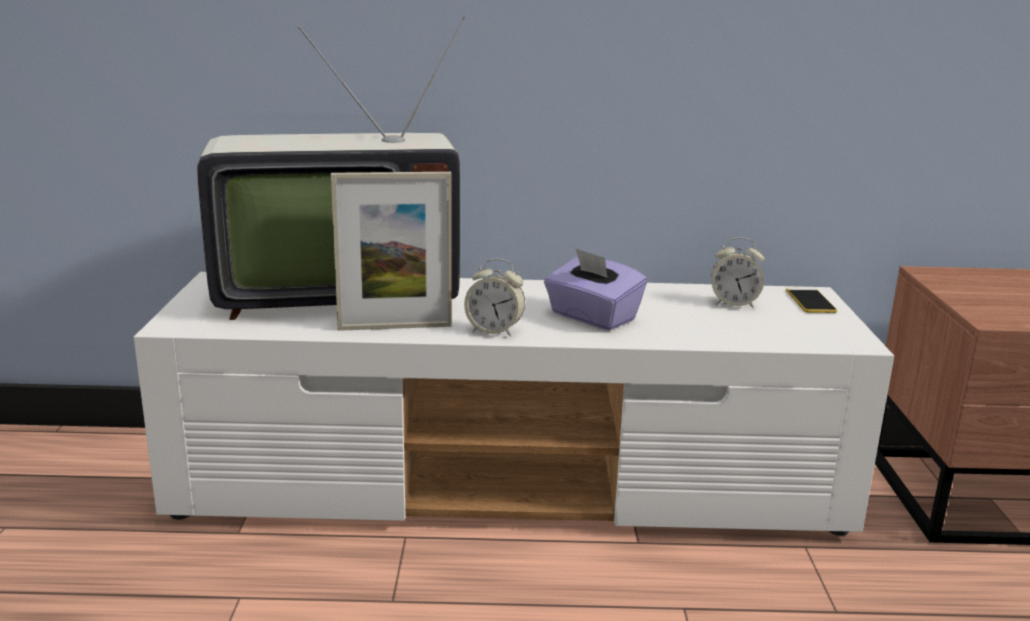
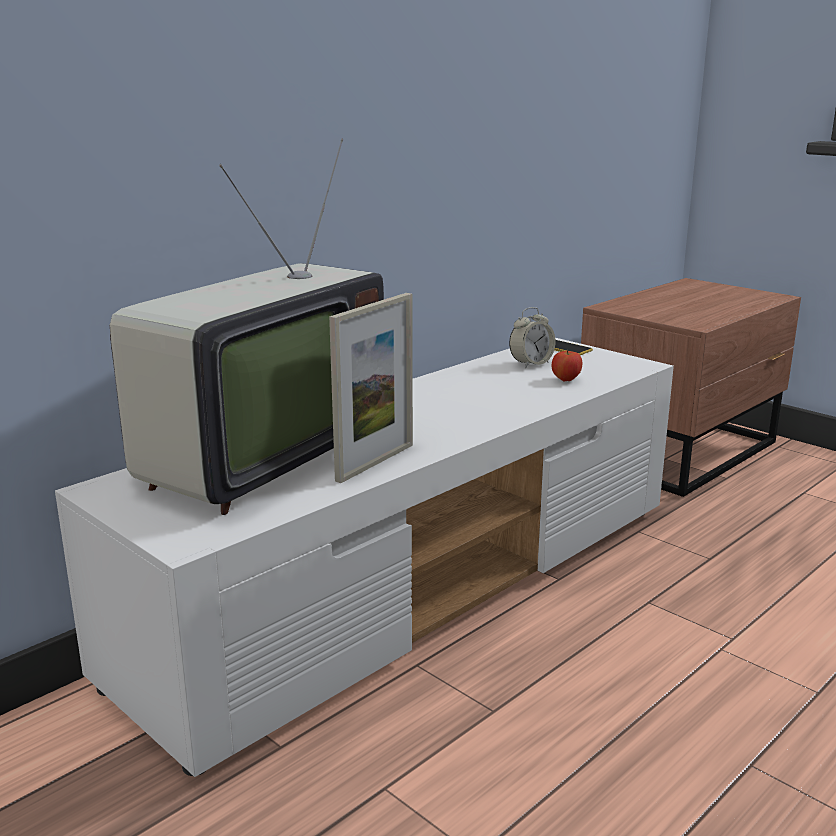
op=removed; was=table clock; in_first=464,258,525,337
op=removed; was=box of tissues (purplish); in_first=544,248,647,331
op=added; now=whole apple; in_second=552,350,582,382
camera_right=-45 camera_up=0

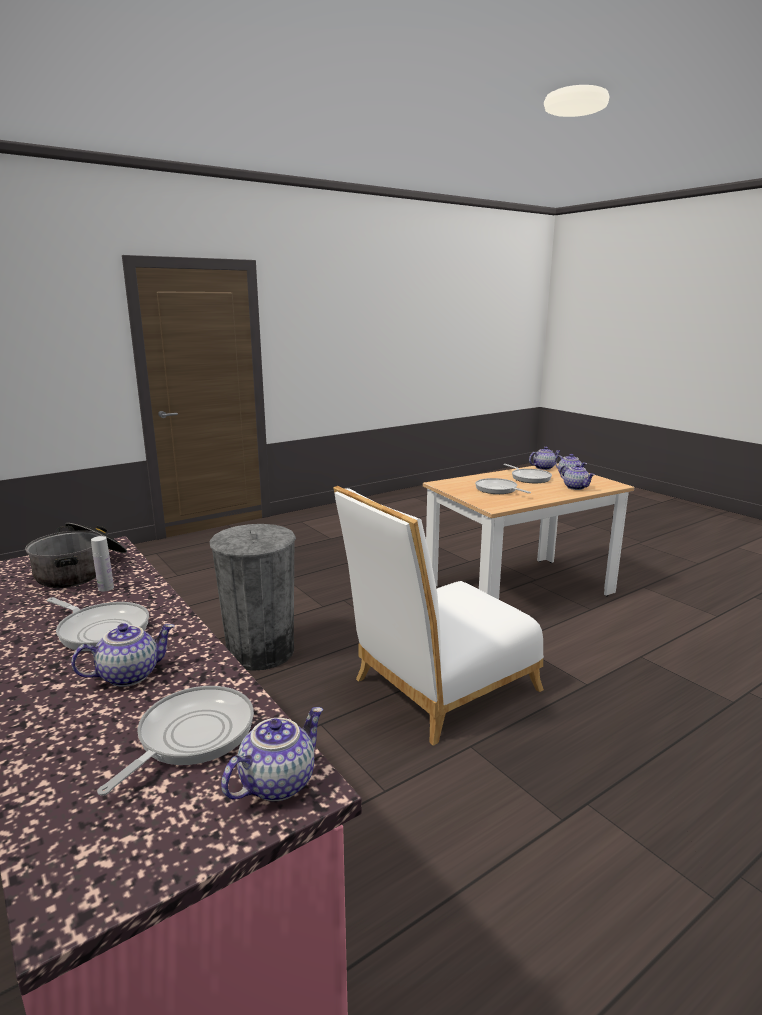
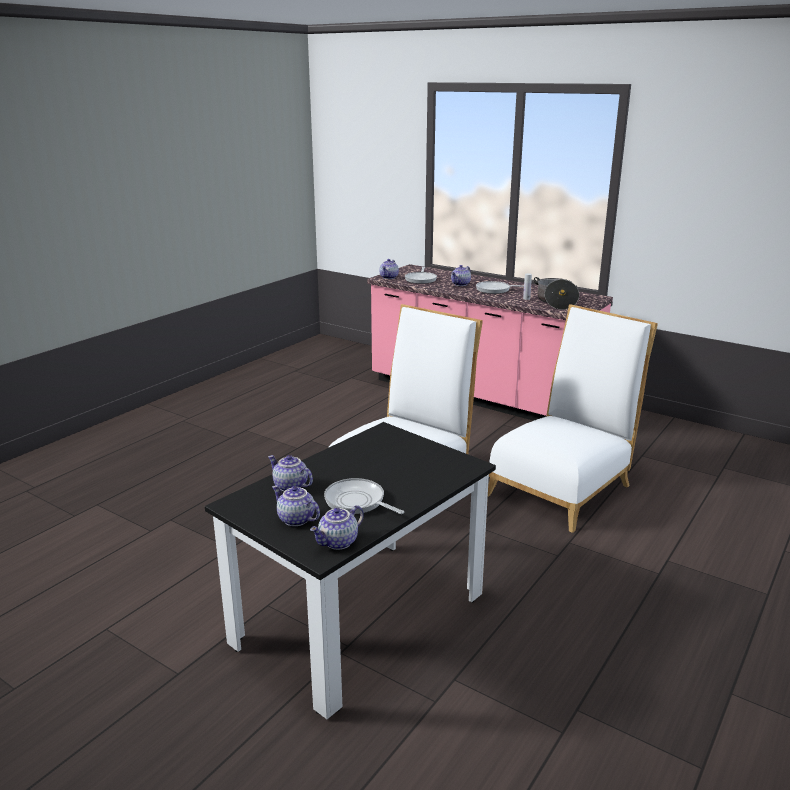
op=replaced; was=waste bin (gray); now=chair (white); in_first=210,524,296,671; in_second=488,304,658,533
op=recoloured; was=kitchen table (beige); now=kitchen table (black-coloured); in_first=423,463,634,599; in_second=205,422,496,719
op=removed; was=frying pan; in_first=475,478,531,494
camera_right=160 camera_up=5

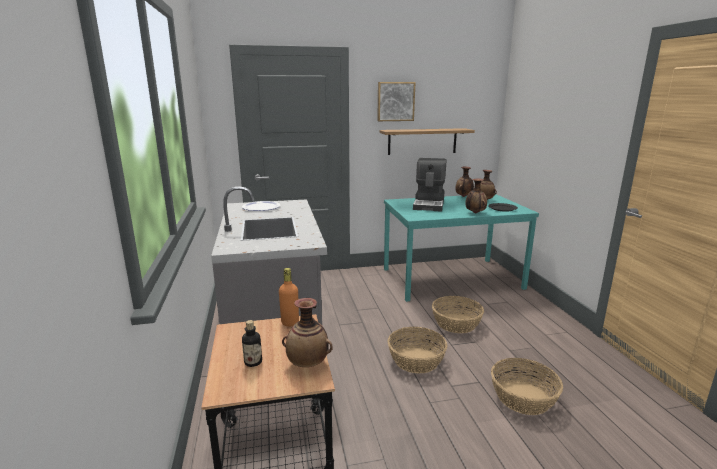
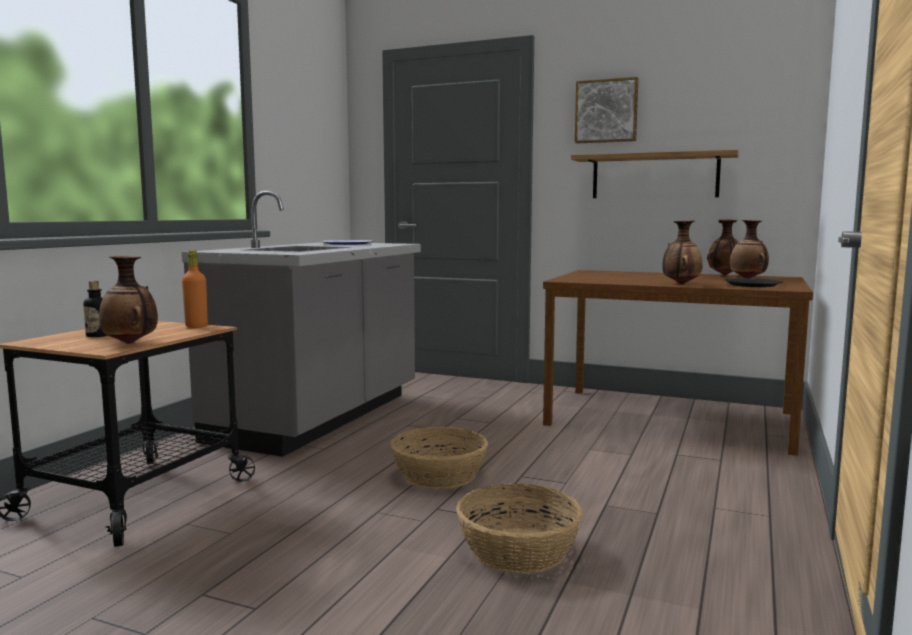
op=recoloured; was=kitchen table (blue-green); now=kitchen table (brown-coloured); in_first=384,194,539,302; in_second=543,270,813,456
op=removed; was=coffee maker; in_first=413,158,446,212
op=removed; was=basket; in_first=432,296,484,333
camera_right=35 camera_up=-10

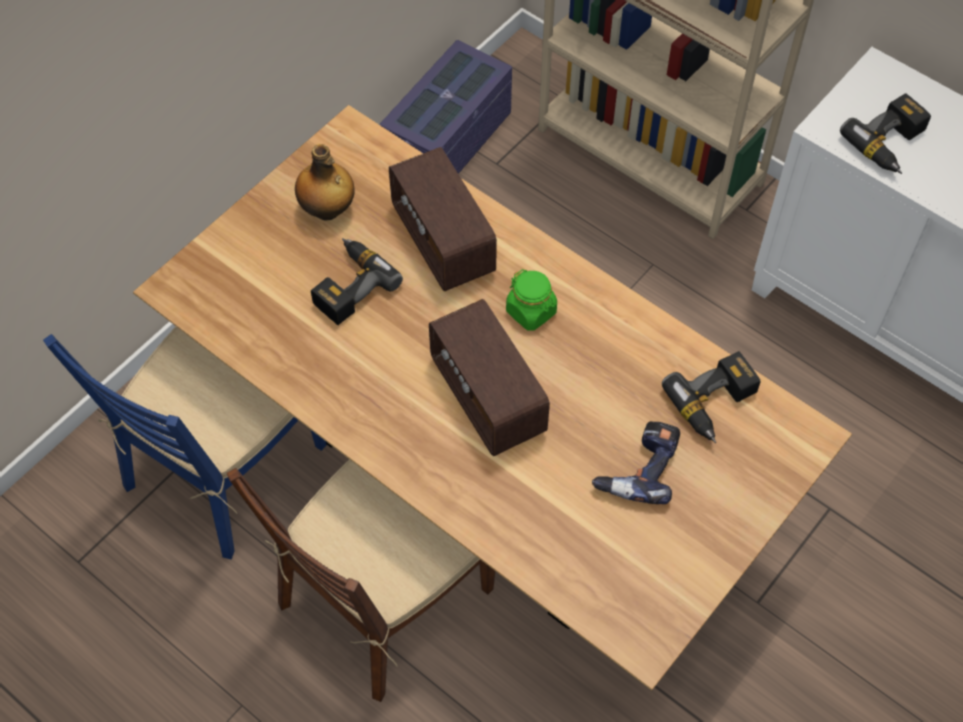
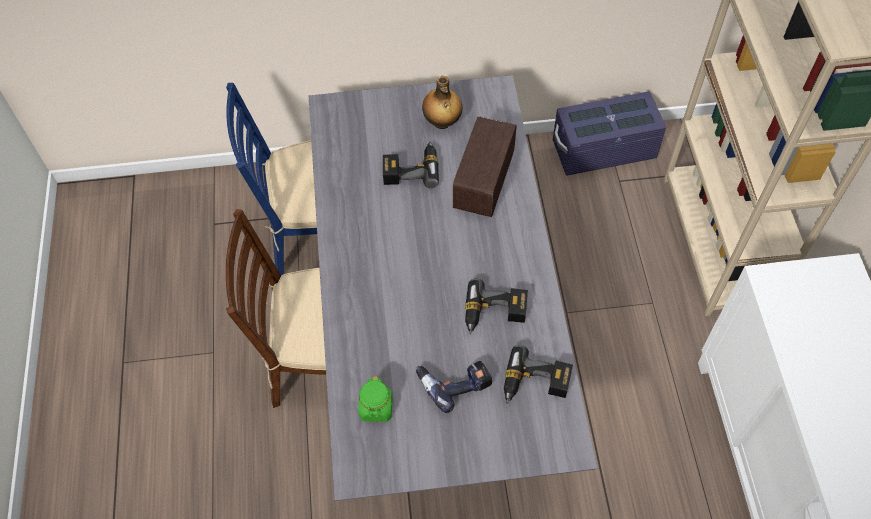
op=recoloured; was=kitchen table (brown-coloured); now=kitchen table (gray); in_first=133,105,852,691; in_second=309,75,598,501
op=removed; was=radio receiver; in_first=429,299,550,456
op=moved; was=jar (greenish); in_first=506,269,557,331; in_second=358,376,393,422
op=moved; was=power drill; in_first=840,93,931,174; in_second=465,279,528,334
camera_right=45 camera_up=0

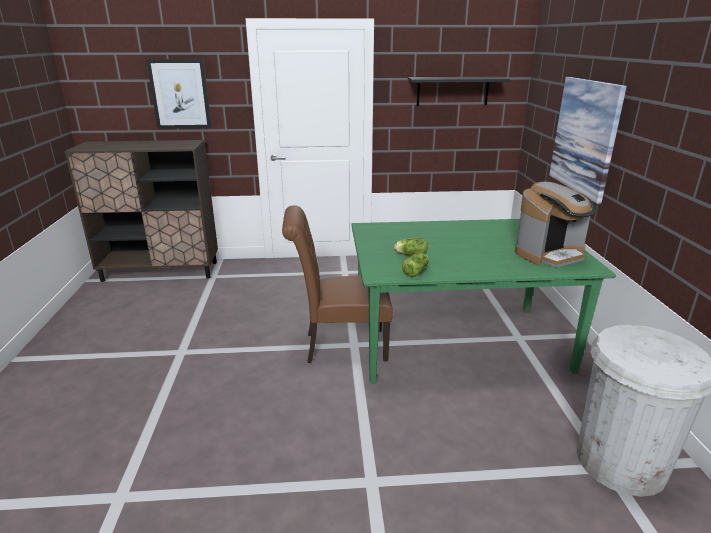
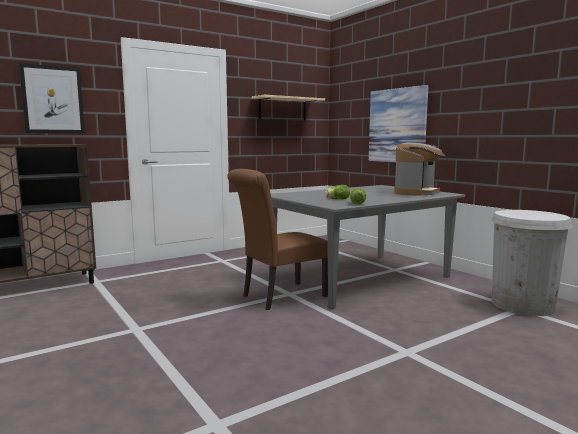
op=recoloured; was=kitchen table (greenish); now=kitchen table (gray); in_first=351,219,616,383; in_second=269,185,465,309
op=recoloured; was=bracket shelf (black-coloured); now=bracket shelf (beige); in_first=408,77,510,106; in_second=252,95,325,120
camera_right=-30 camera_up=-15

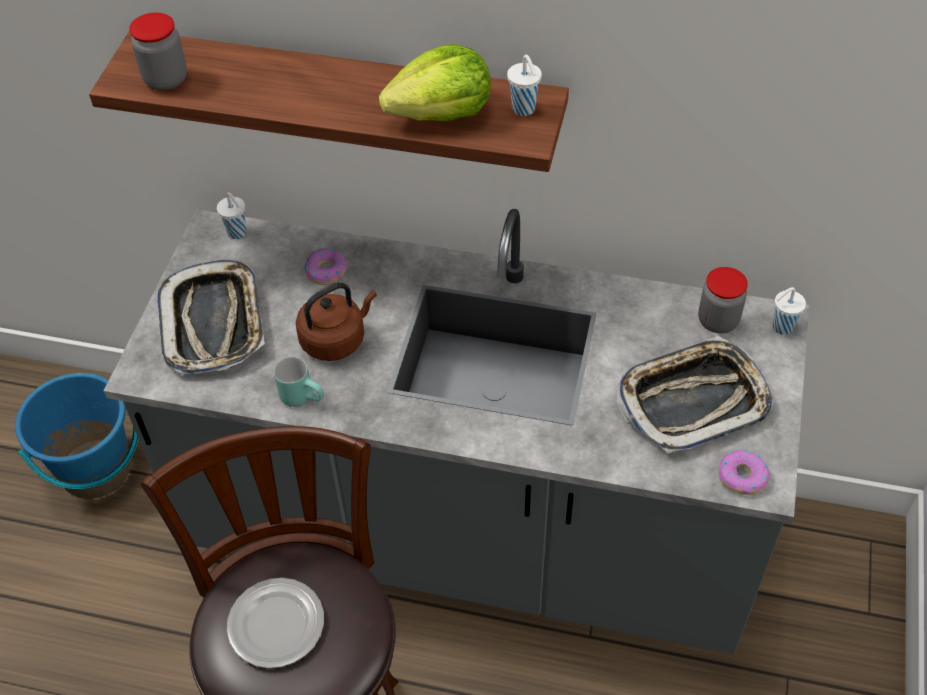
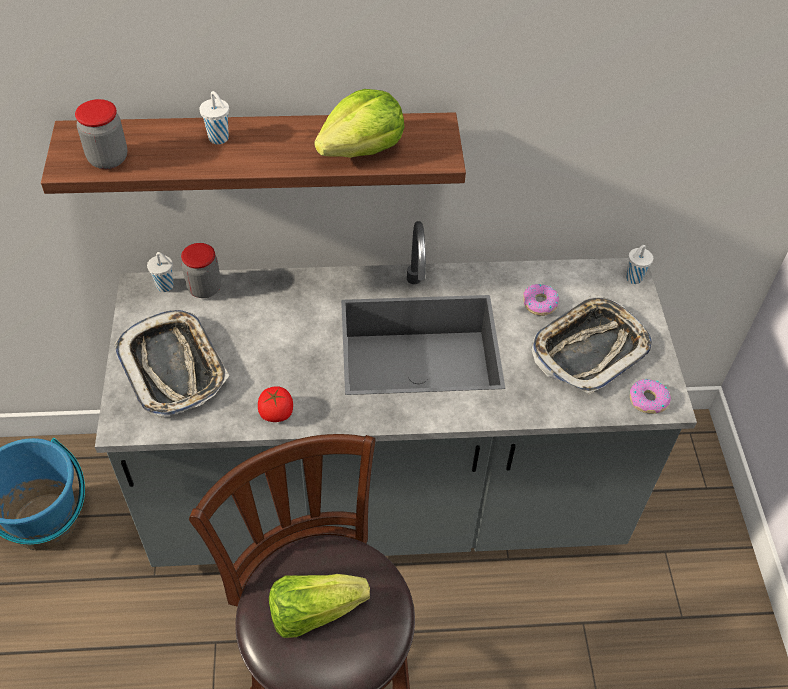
op=replaced; was=flat dish; now=lettuce head; in_first=227,578,324,668; in_second=269,574,370,638
op=replaced; was=coffee mug (blue-green); now=tomato; in_first=274,357,324,407; in_second=258,386,293,422
op=removed; was=water kettle (brown-coloured); in_first=296,283,377,361
op=moved; was=donut; in_first=305,248,347,285; in_second=523,284,559,316
op=moved; was=small cup (white); in_first=507,55,542,116; in_second=199,91,229,144
op=moved; was=jar; in_first=698,267,748,333; in_second=181,243,221,298
camera_right=-20 camera_up=0

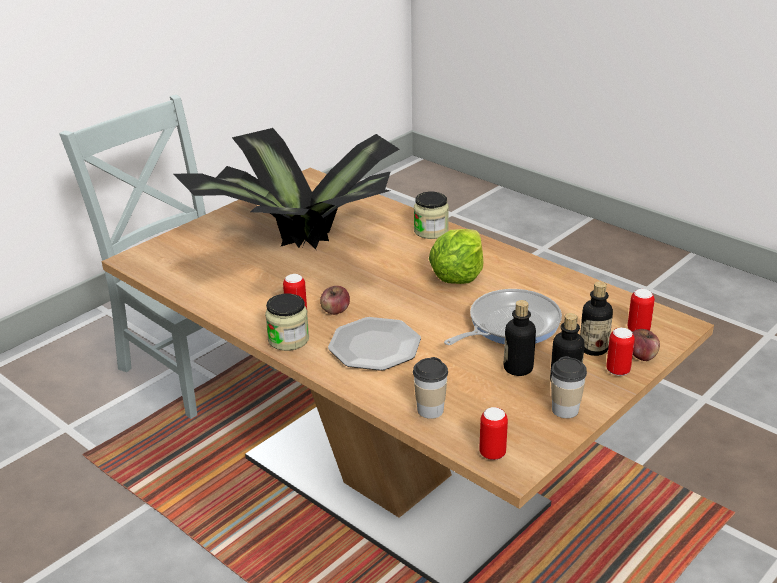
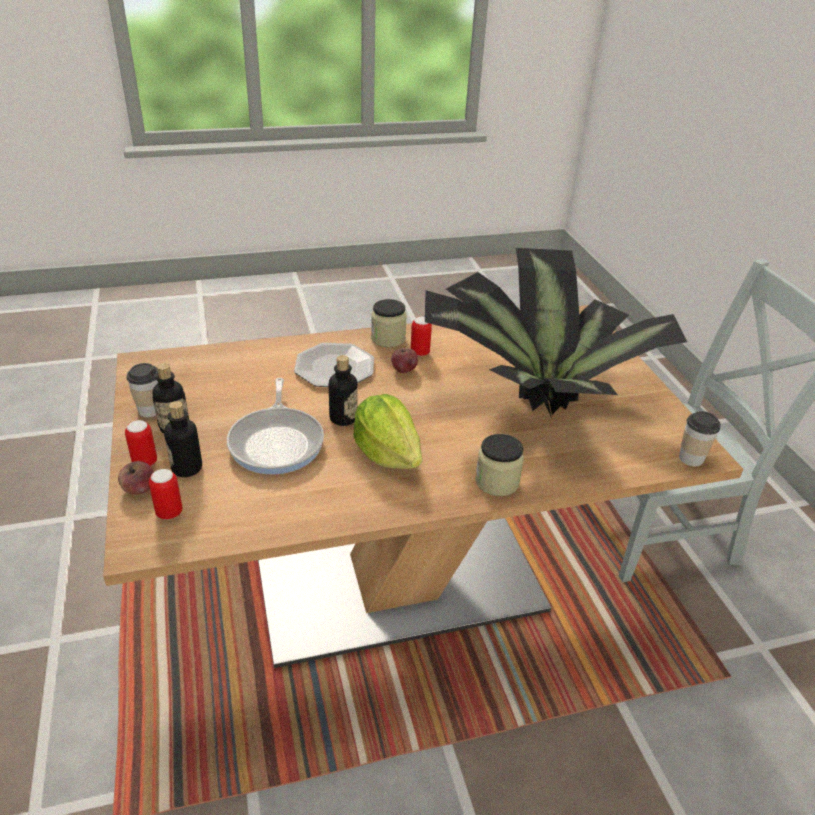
op=moved; was=small cup; in_first=413,357,448,419; in_second=679,411,721,466
op=removed; was=metal can; in_first=479,407,508,460
op=moved; was=beverage bottle; in_first=504,300,536,376; in_second=329,355,357,426
camera_right=120 camera_up=5

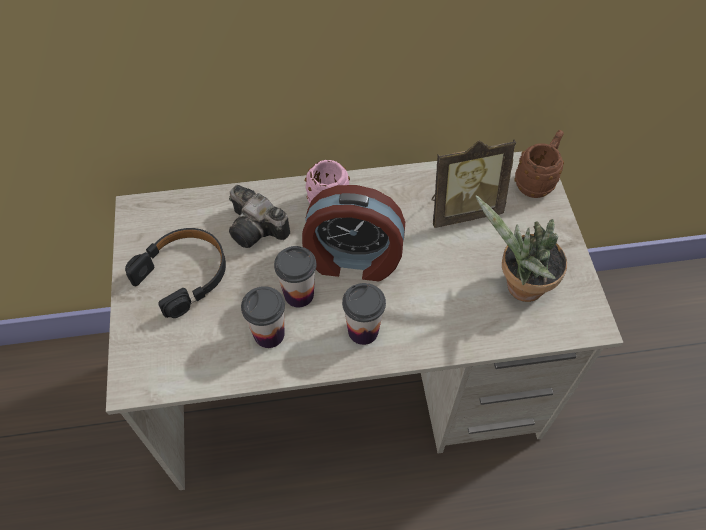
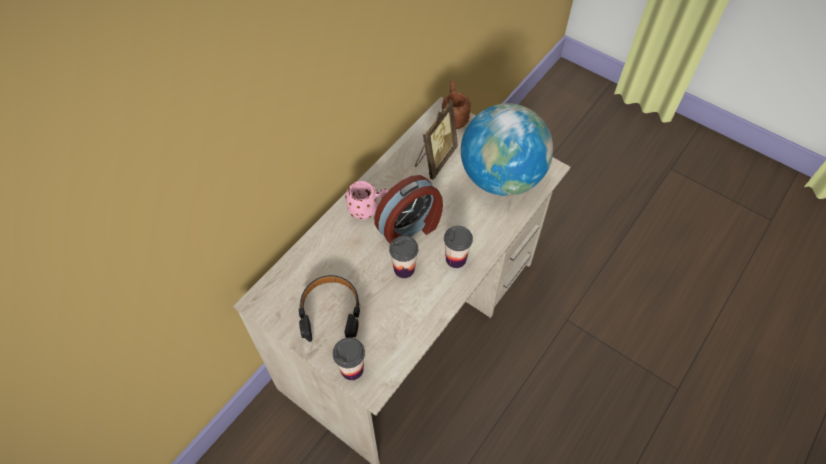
op=removed; was=photo camera; in_first=229,185,290,248
op=moved; was=small cup; in_first=241,286,285,348; in_second=333,338,365,380
op=replaced; was=plant in a pot; now=globe; in_first=476,196,567,302; in_second=461,103,553,196
camera_right=-45 camera_up=0

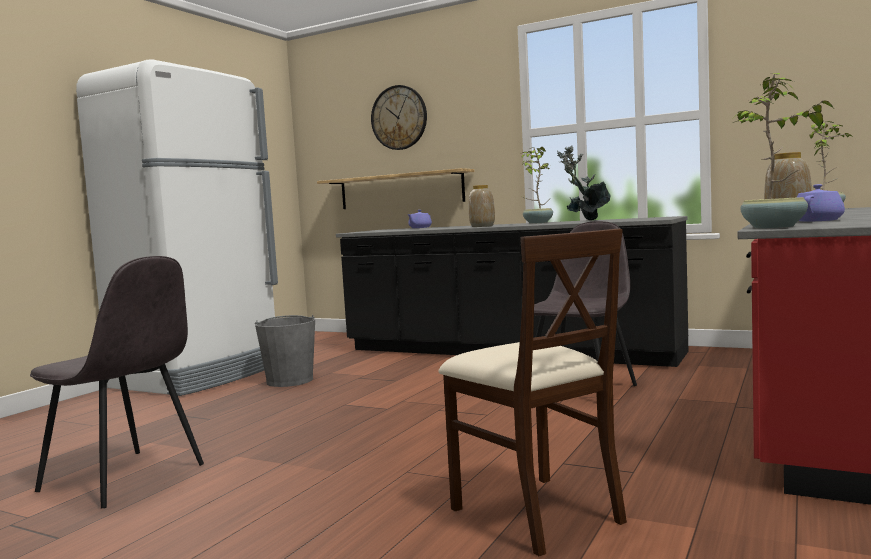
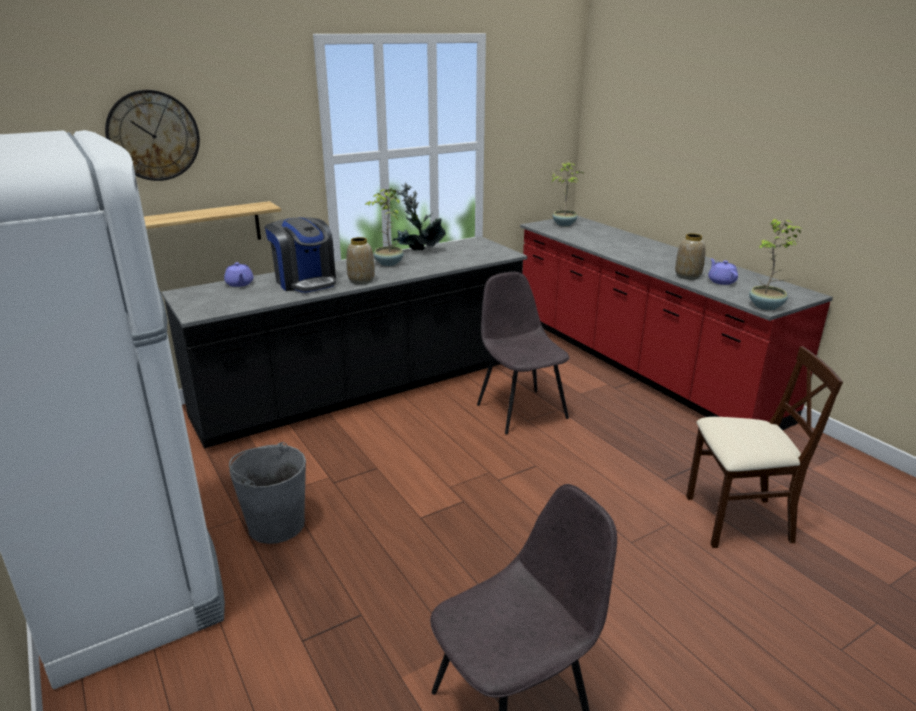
op=added; now=coffee maker; in_second=265,217,336,293
camera_right=-60 camera_up=20

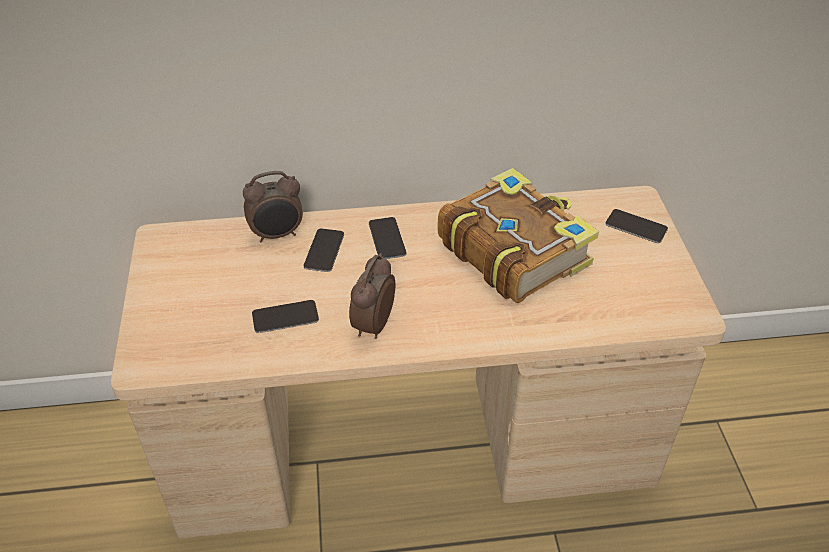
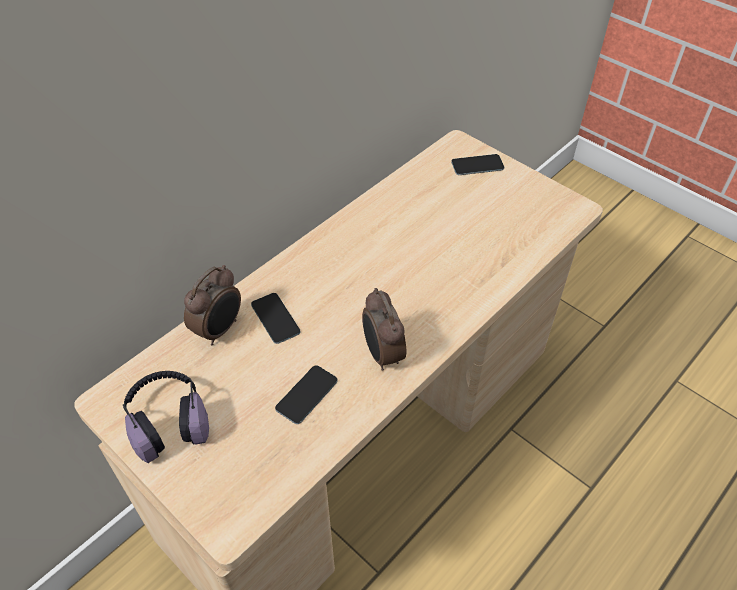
op=removed; was=phone; in_first=369,217,406,259
op=removed; was=book; in_first=438,168,599,303
op=added; now=headphones; in_second=123,371,209,463
camera_right=-40 camera_up=5

